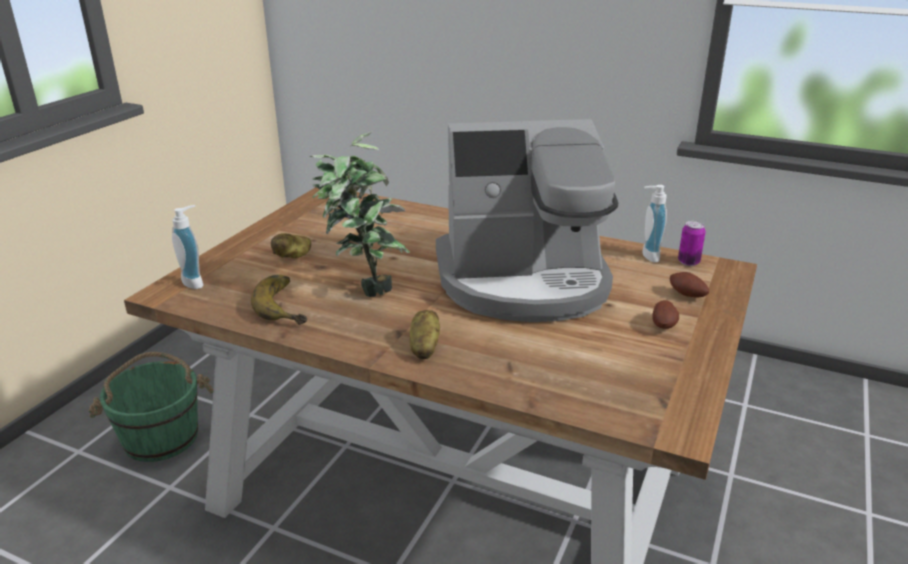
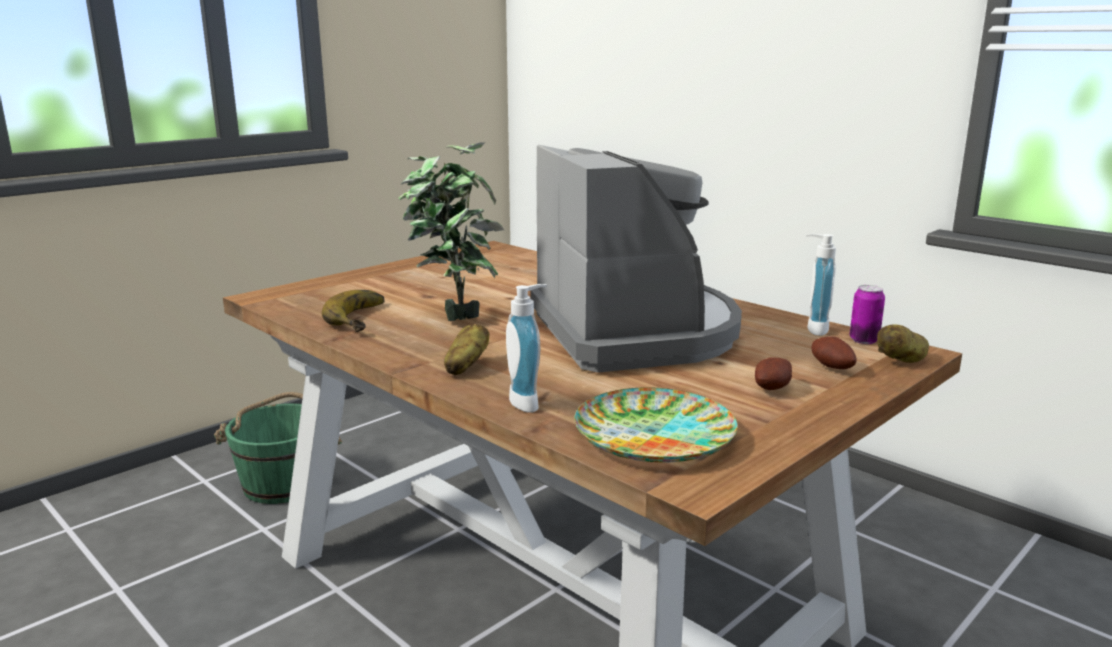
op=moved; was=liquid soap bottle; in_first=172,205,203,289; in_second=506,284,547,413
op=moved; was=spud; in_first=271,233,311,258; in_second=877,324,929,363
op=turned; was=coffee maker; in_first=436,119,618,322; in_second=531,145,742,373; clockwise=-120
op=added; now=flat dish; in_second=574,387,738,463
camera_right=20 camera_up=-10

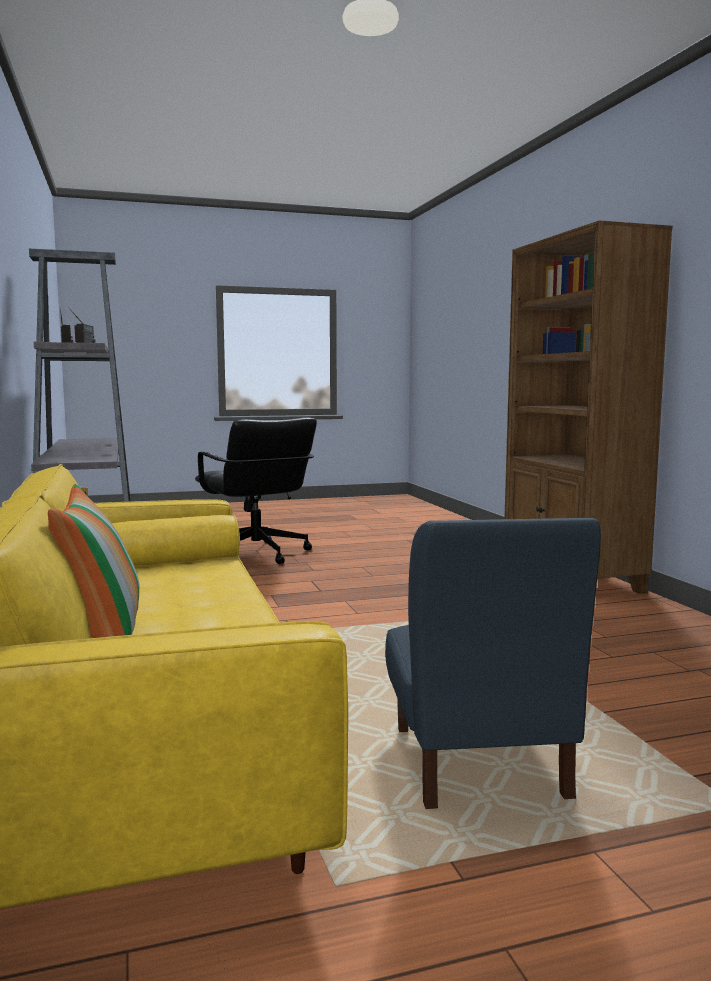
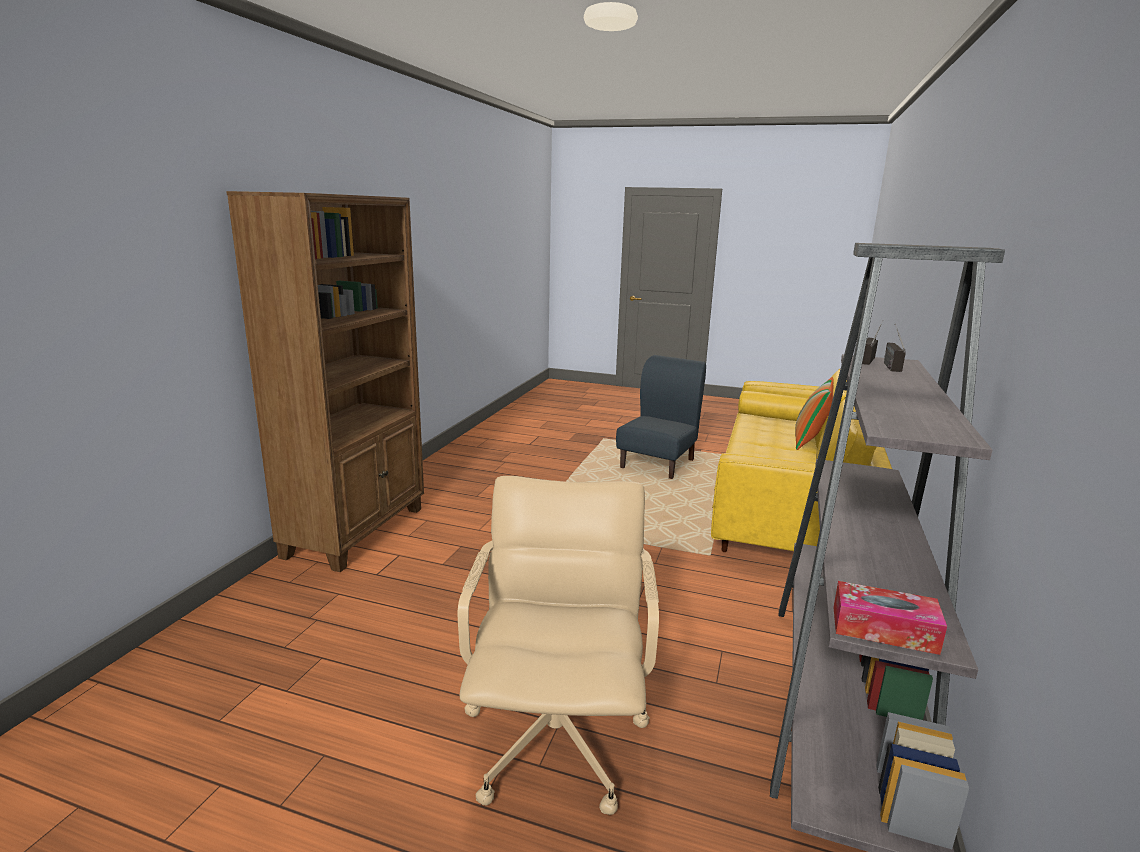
op=recoloured; was=desk chair (black-coloured); now=desk chair (beige); in_first=195,417,317,564; in_second=458,476,659,815
op=added; now=box of tissues; in_second=833,581,947,655
camera_right=-145 camera_up=10

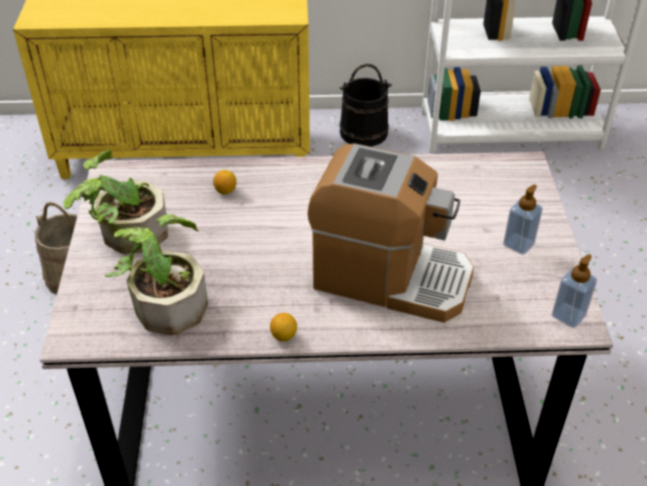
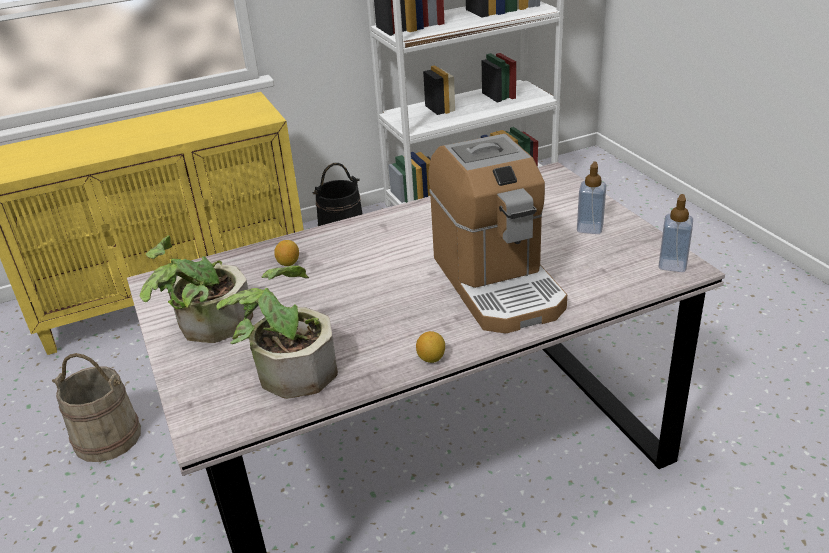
op=turned; was=coffee maker; in_first=308,143,474,323; in_second=428,134,567,334; clockwise=75
camera_right=-20 camera_up=-10

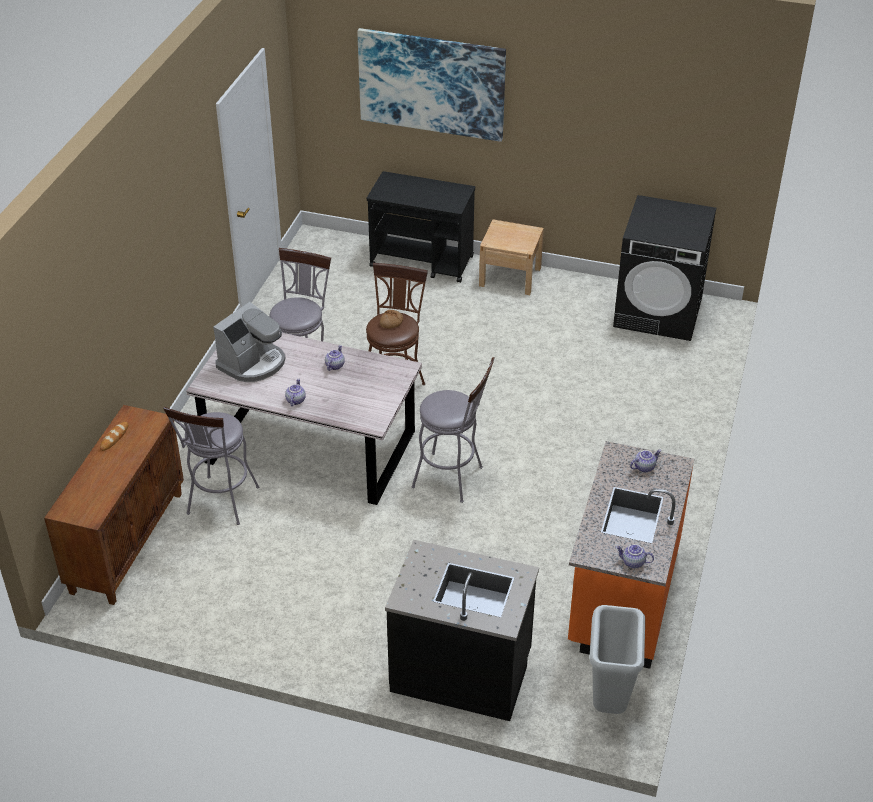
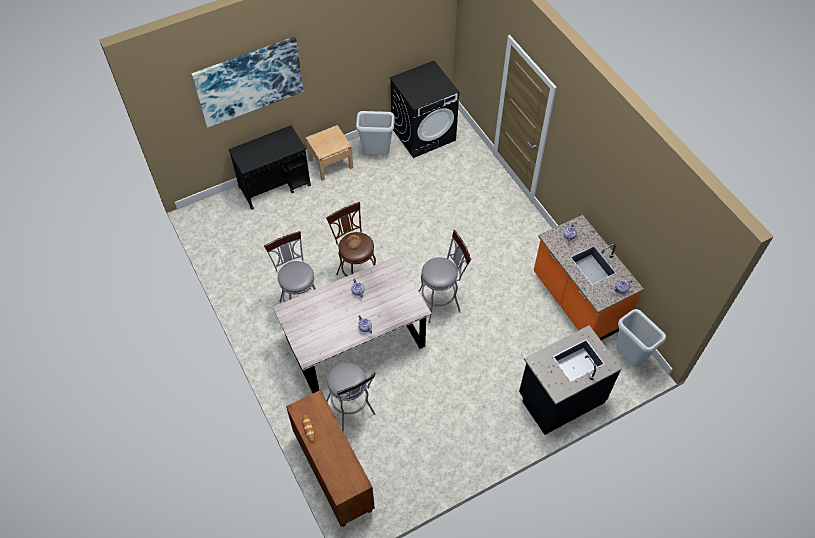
op=removed; was=coffee maker; in_first=213,302,285,382
op=added; now=waste bin (gray); in_second=356,111,395,155
camera_right=-45 camera_up=15

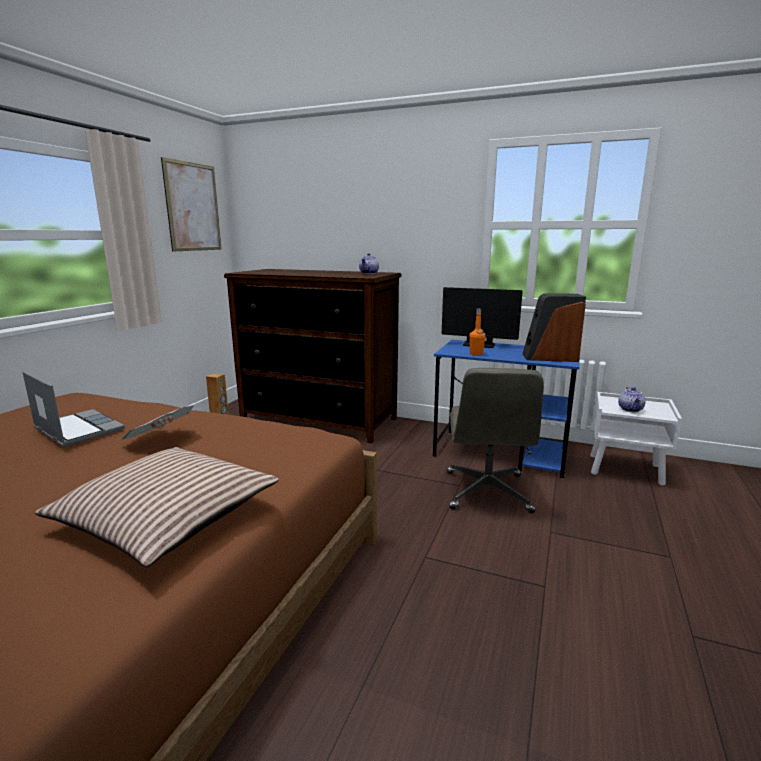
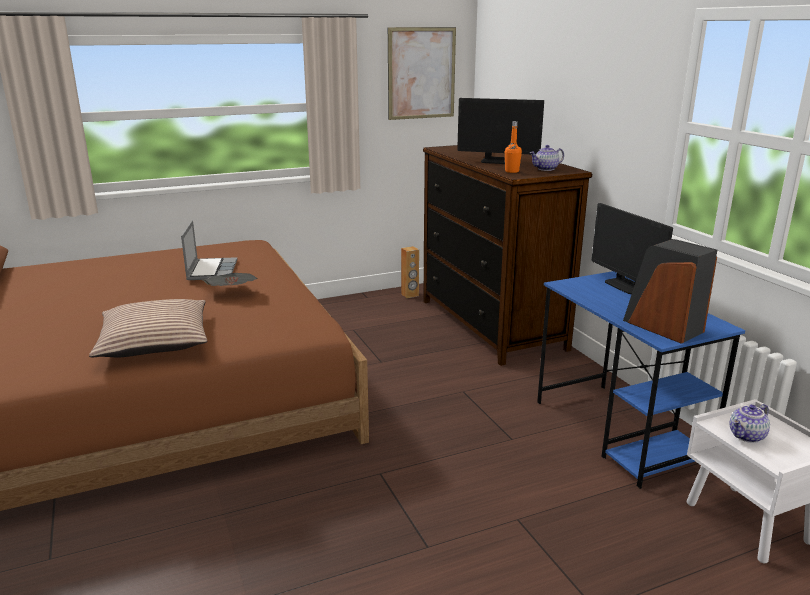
op=removed; was=desk chair (gray); in_first=447,368,544,514
op=moved; was=beverage bottle (orange-coloured); in_first=469,309,486,356; in_second=505,121,522,173
op=added; now=monitor; in_second=457,98,544,164
camera_right=45 camera_up=5

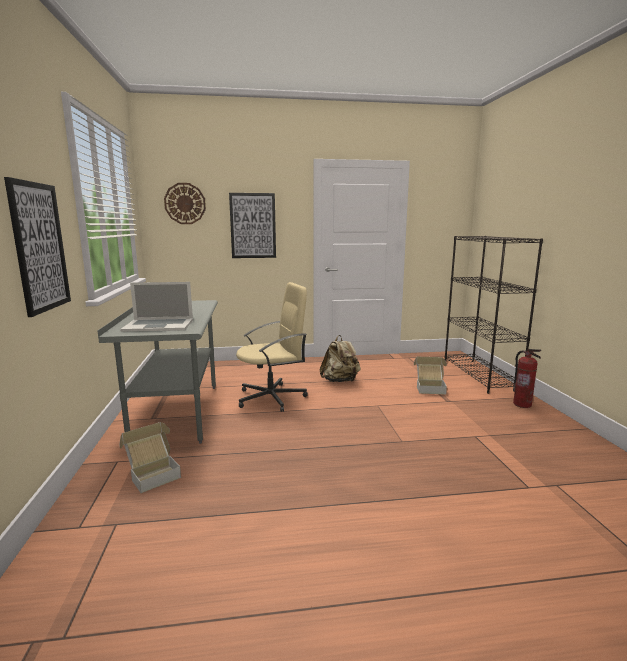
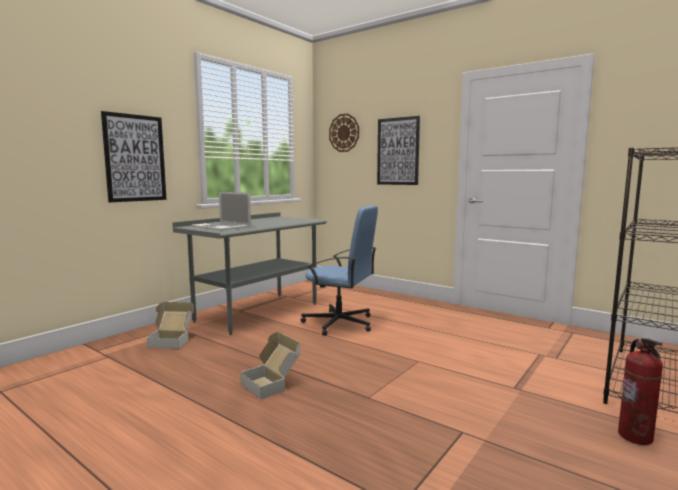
op=recoloured; was=desk chair (beige); now=desk chair (blue-coloured); in_first=236,282,308,412; in_second=301,205,378,336
op=removed; was=rucksack (beige); in_first=320,335,361,382
op=moved; was=cardboard box; in_first=414,357,447,394; in_second=241,332,300,400
camera_right=45 camera_up=-5

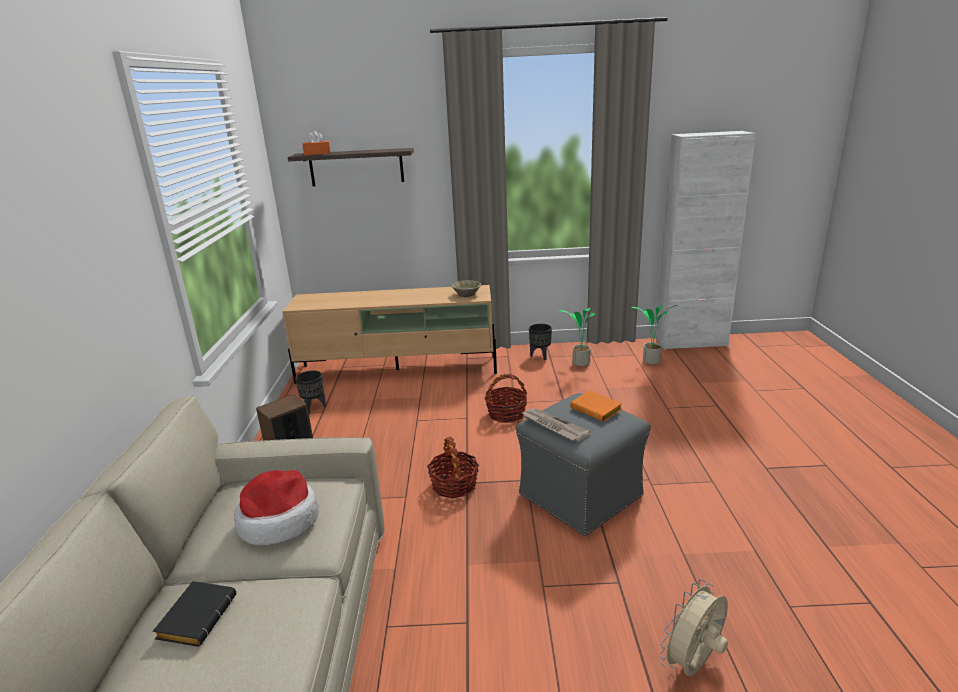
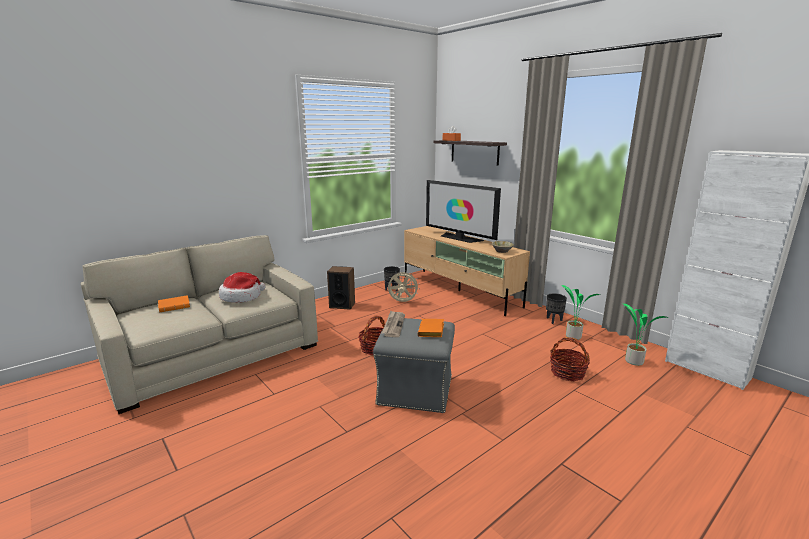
op=recoloured; was=book (black-coloured); now=book (orange-coloured); in_first=153,581,236,647; in_second=158,295,190,313
op=moved; was=basket; in_first=484,374,527,423; in_second=550,337,590,381
op=moved; was=electric fan (beige); in_first=659,579,728,676; in_second=387,272,420,302
op=added; now=TV; in_second=426,180,501,243
camera_right=50 camera_up=-5

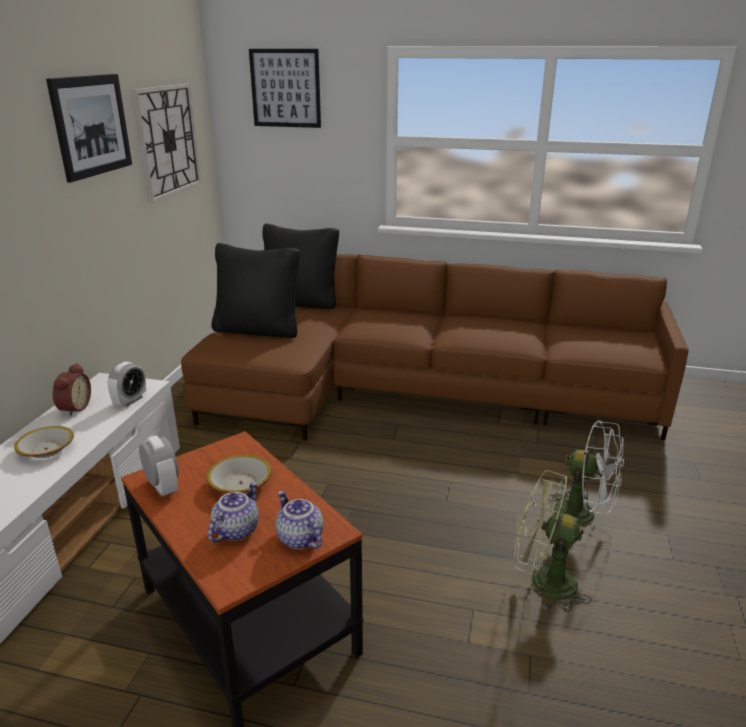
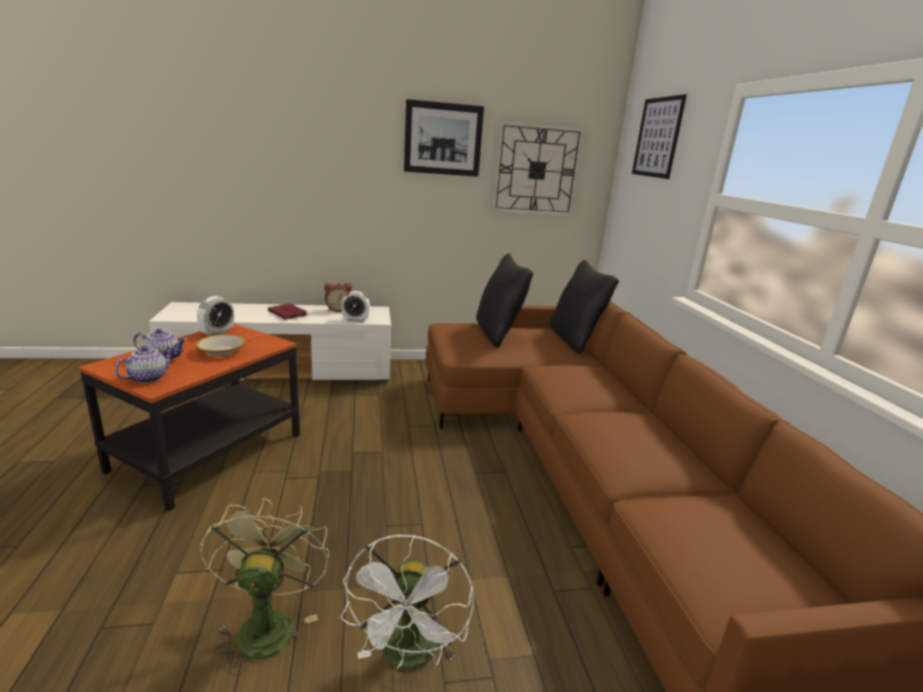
op=replaced; was=bowl; now=book (red); in_first=14,426,74,458; in_second=268,303,308,320
camera_right=65 camera_up=-5

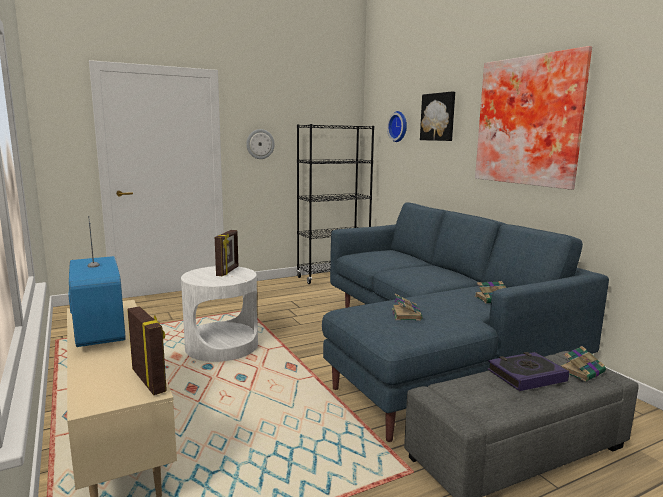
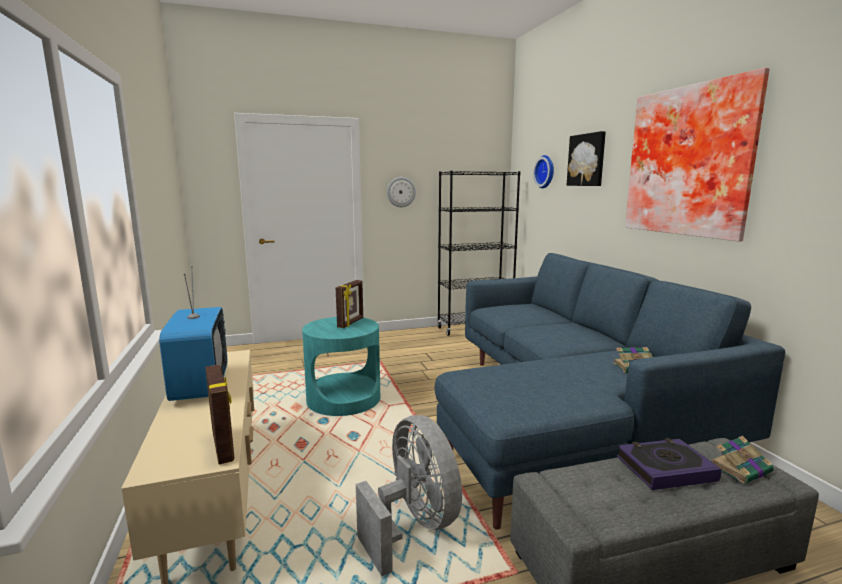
op=recoloured; was=end table (white); now=end table (blue-green); in_first=181,266,258,362; in_second=302,317,380,416
op=removed; was=book; in_first=392,294,422,321
op=added; now=electric fan (gray); in_second=356,415,462,577
camera_right=10 camera_up=0

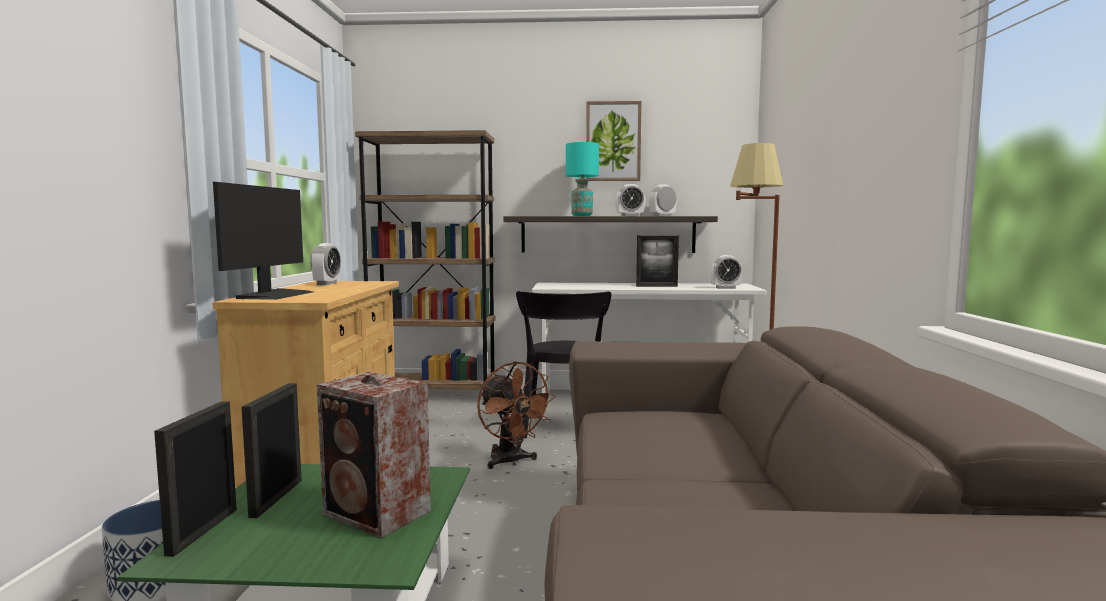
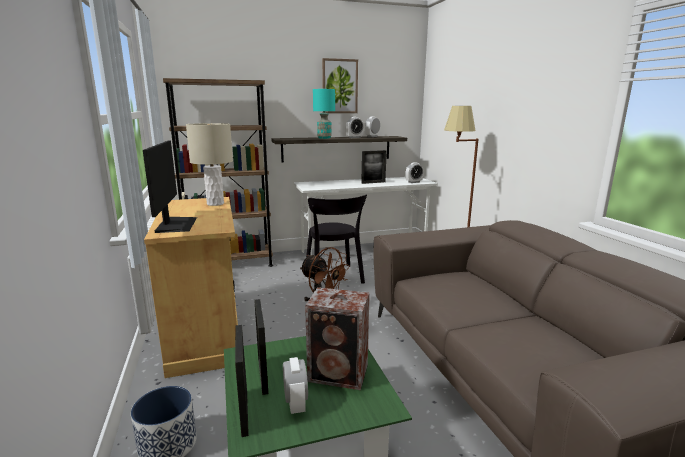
op=moved; was=table clock; in_first=310,243,341,285; in_second=283,357,308,414
op=added; now=table lamp (beige); in_second=186,123,233,206
camera_right=-20 camera_up=10

